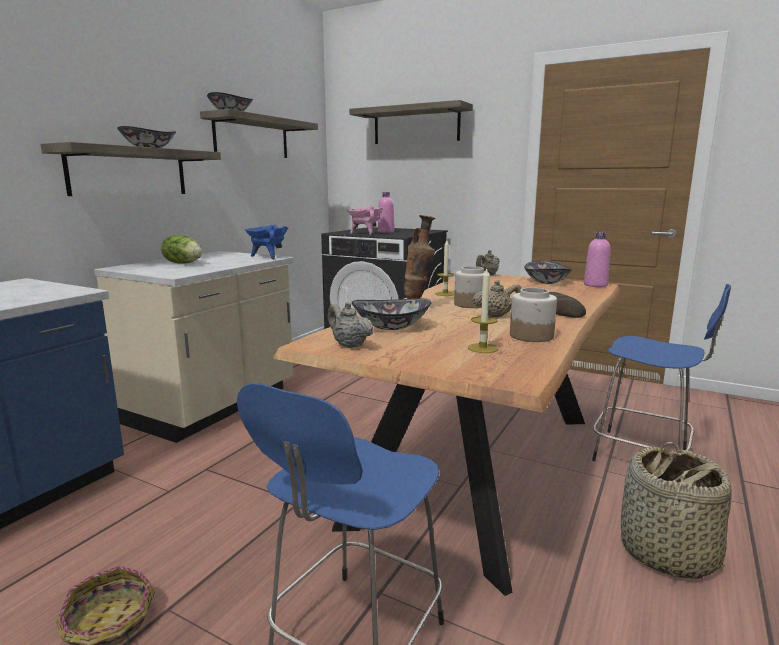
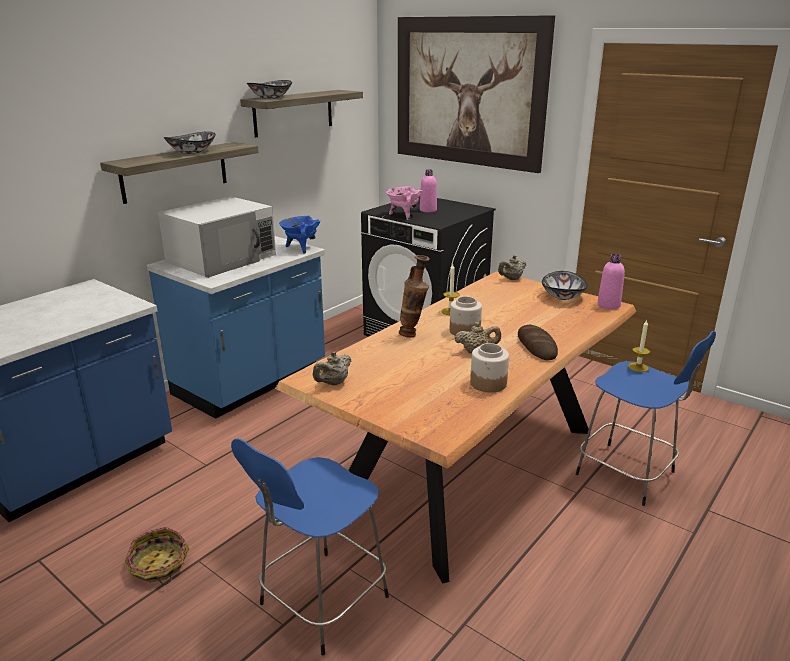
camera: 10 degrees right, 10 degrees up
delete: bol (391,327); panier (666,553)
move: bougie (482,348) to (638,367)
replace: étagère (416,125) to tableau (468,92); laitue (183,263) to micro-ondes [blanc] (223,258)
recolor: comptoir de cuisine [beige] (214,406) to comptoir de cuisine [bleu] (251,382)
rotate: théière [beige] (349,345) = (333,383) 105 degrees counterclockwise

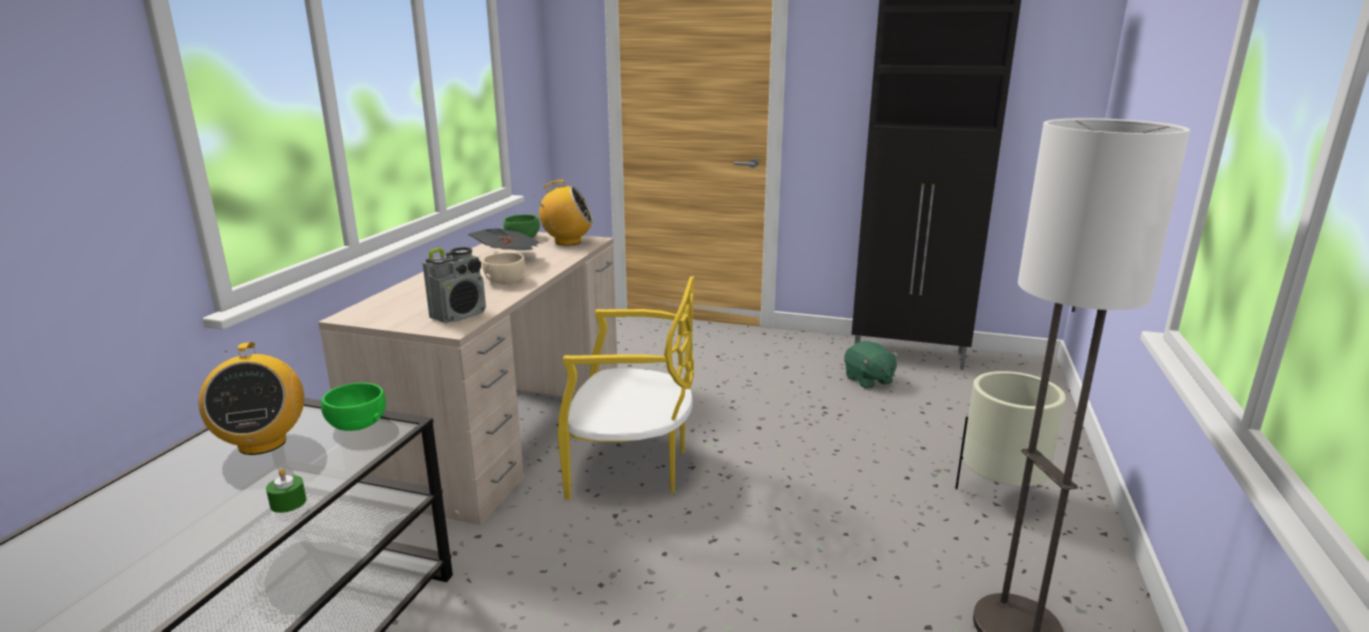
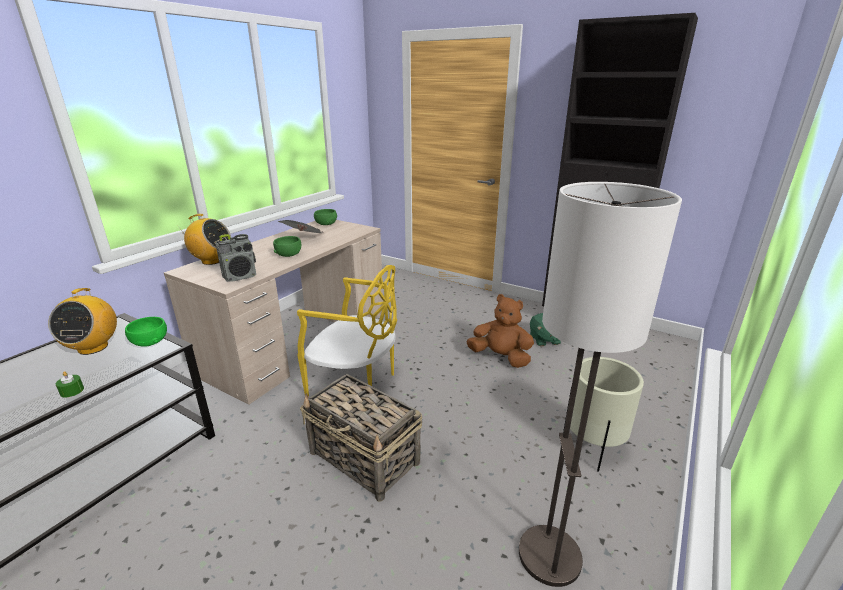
camera: 15 degrees right, 5 degrees up
insert: peluche [marron] (500,357); panier (365,458)
move: radio (567,242) to (212,261)
recolor: bol [beige] (505,280) to bol [vert] (288,254)

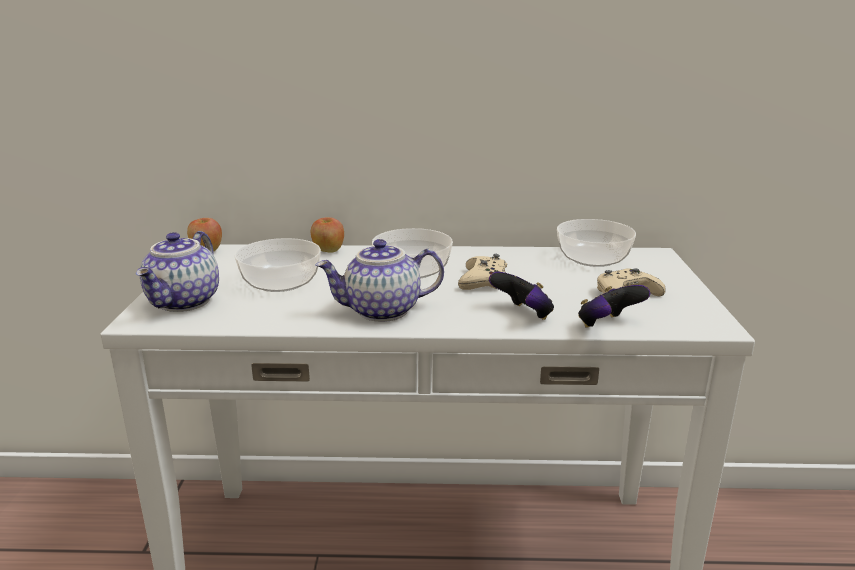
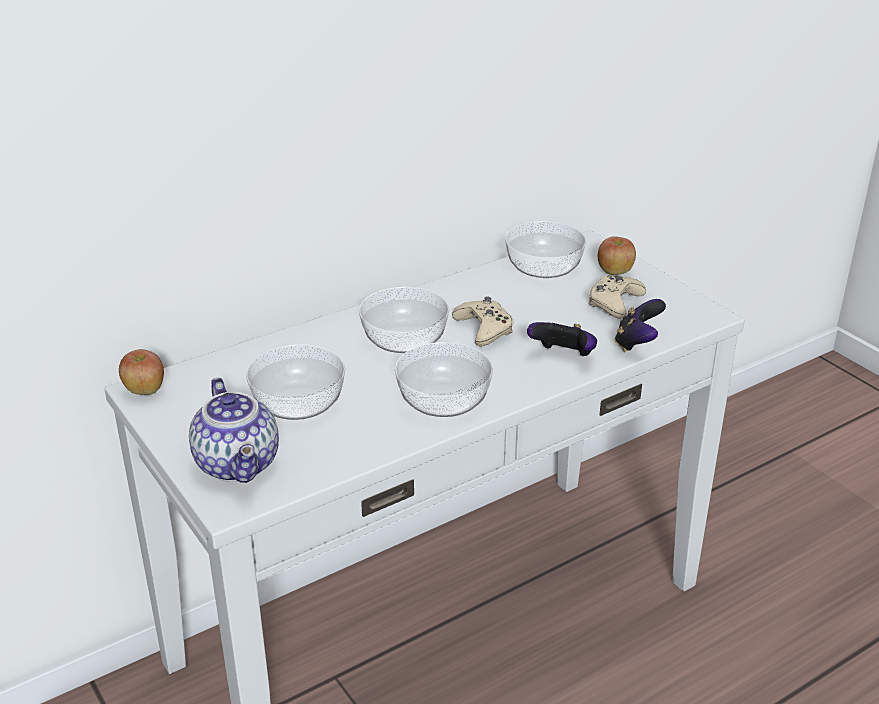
camera: 35 degrees left, 10 degrees up
move: pomme (328,250) to (615,272)
replace: théière (382,312) to bol (445,399)

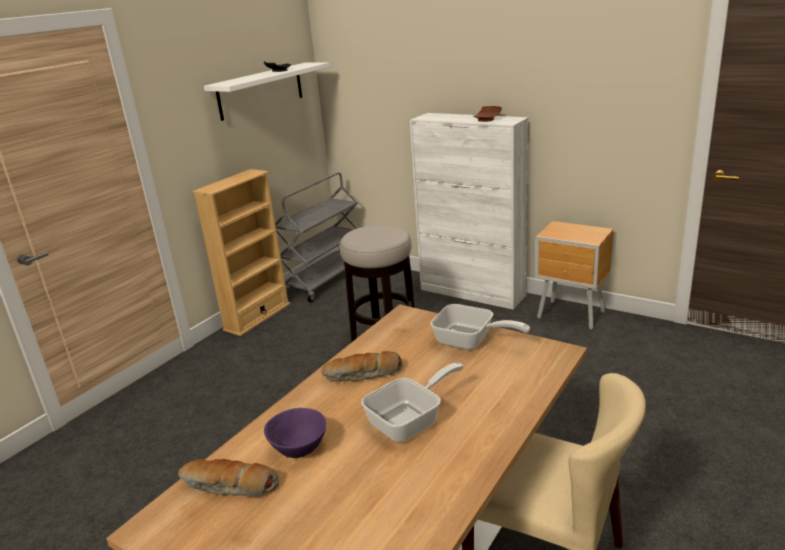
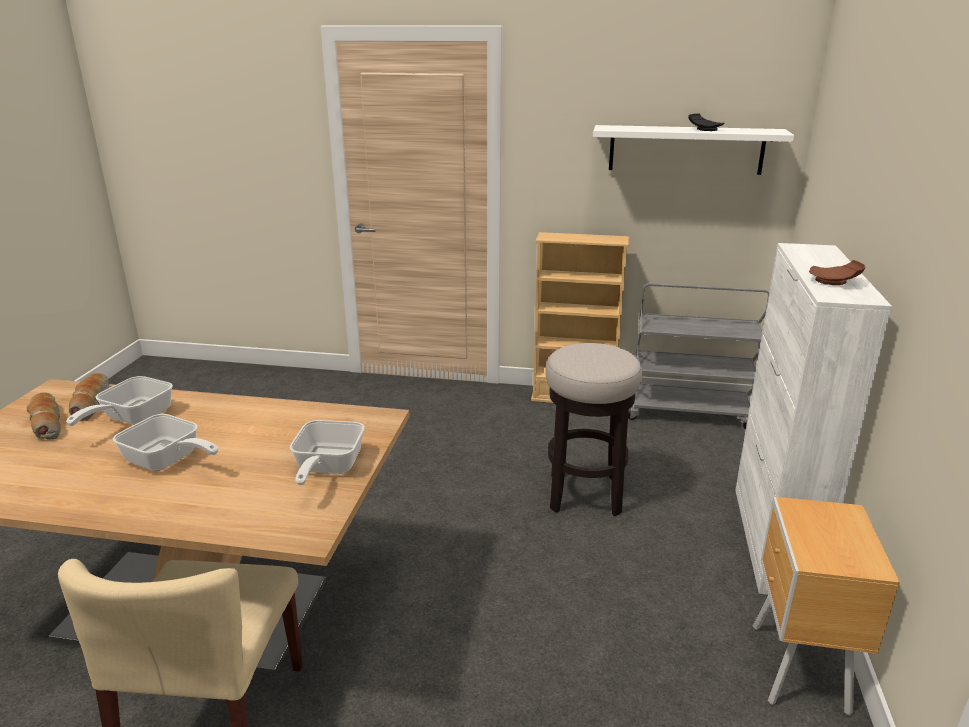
camera: 65 degrees right, 0 degrees up
move: pain (363,375) to (46,423)
replace: bol [violet] (299,450) to poêle (131,418)

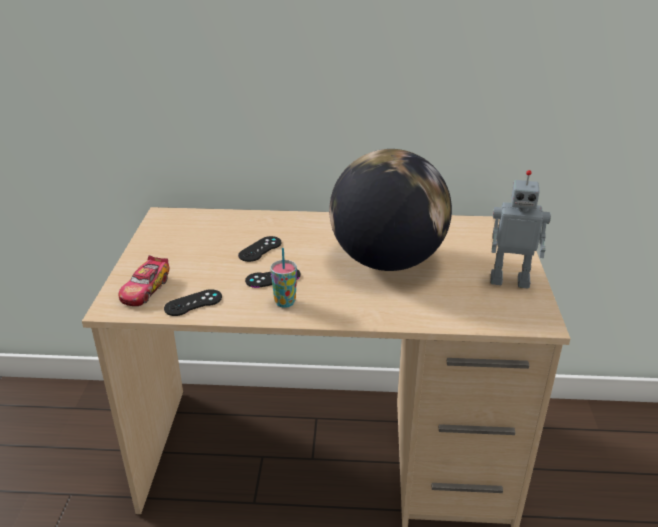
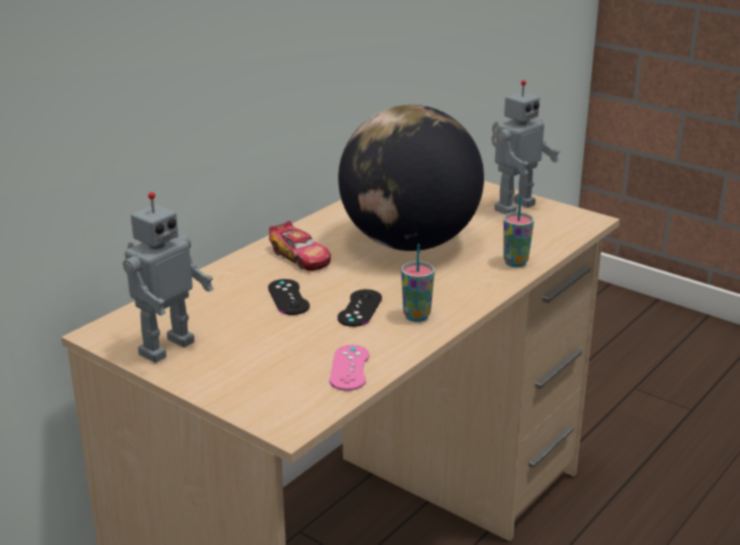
camera: 55 degrees left, 5 degrees down
insert: robot jouet (165,347); tasse (515,263)
move: petite voiture (145,289) to (300,257)
recolor: manette [noir] (193,303) to manette [rose] (349,368)

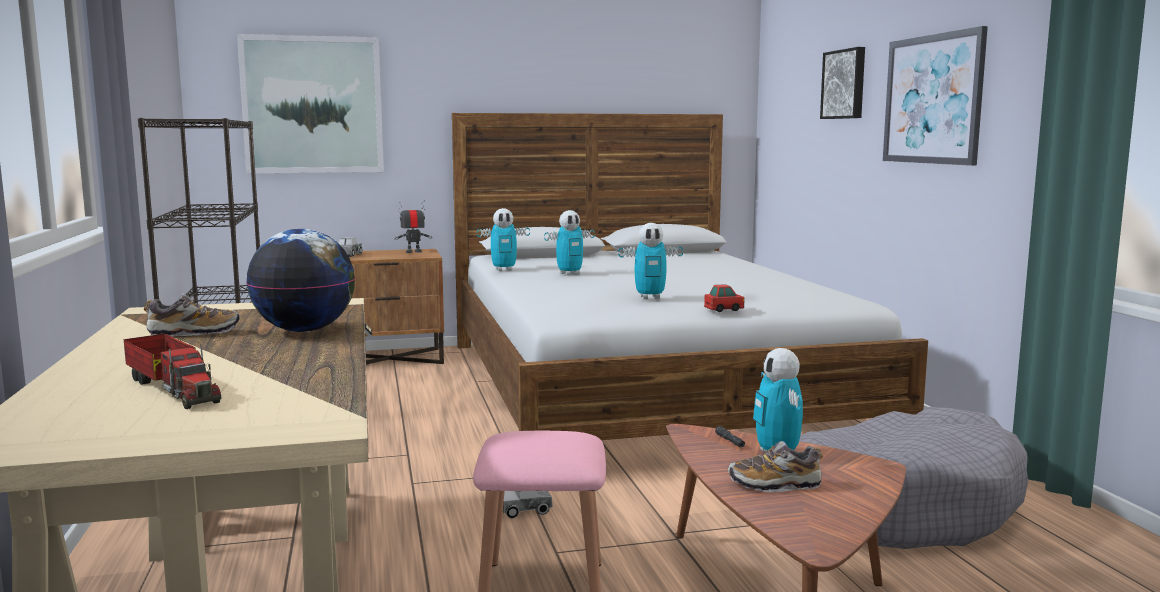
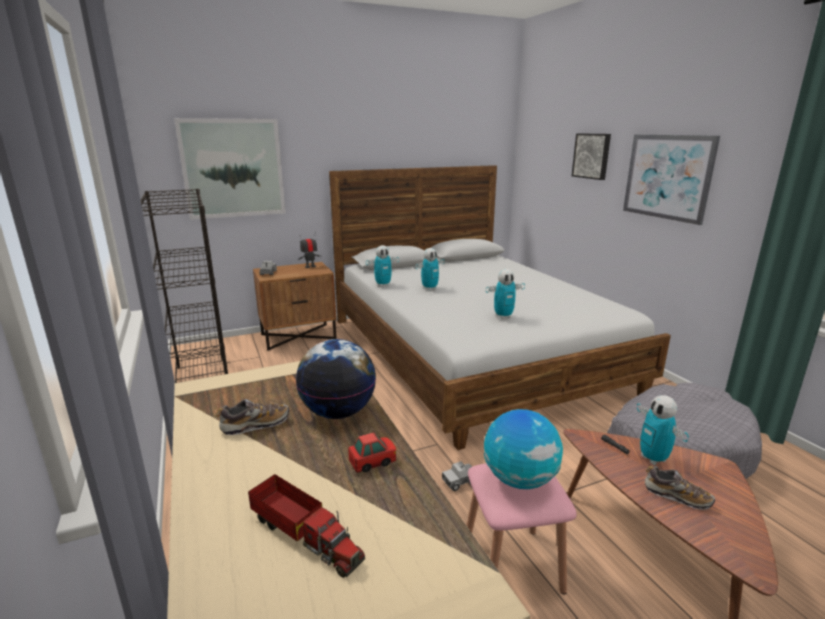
camera: 10 degrees left, 10 degrees up
insert: globe (519,479)
move: petite voiture (724,309) to (373,462)
rotate: chaussure (774,485) = (676,496) 135 degrees counterclockwise

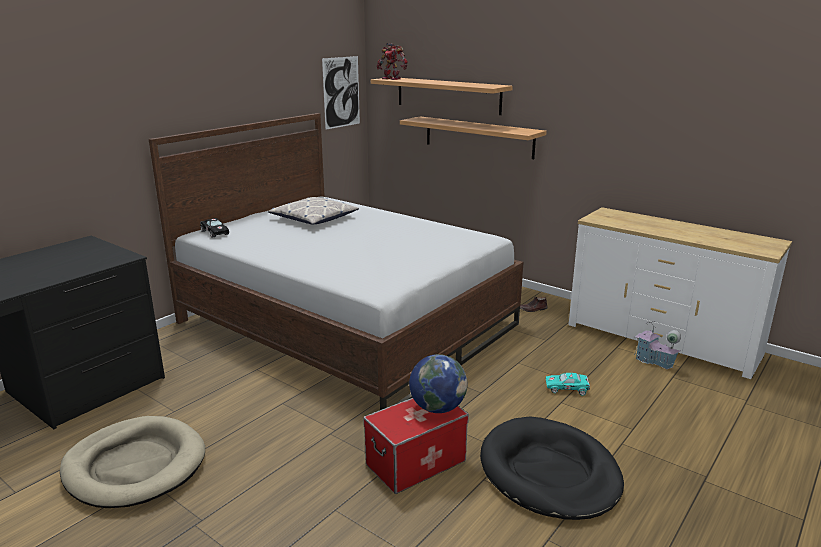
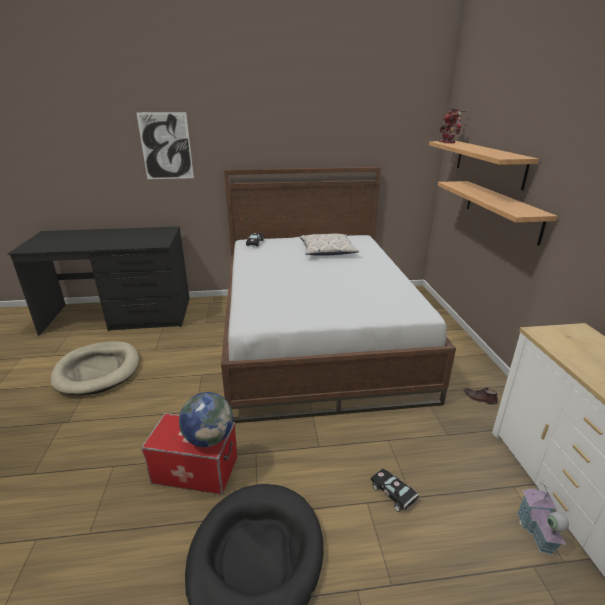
camera: 45 degrees right, 5 degrees up
move: tableau (341,92) to (166,146)
recolor: petite voiture [turquoise] (568,388) to petite voiture [noir] (394,494)

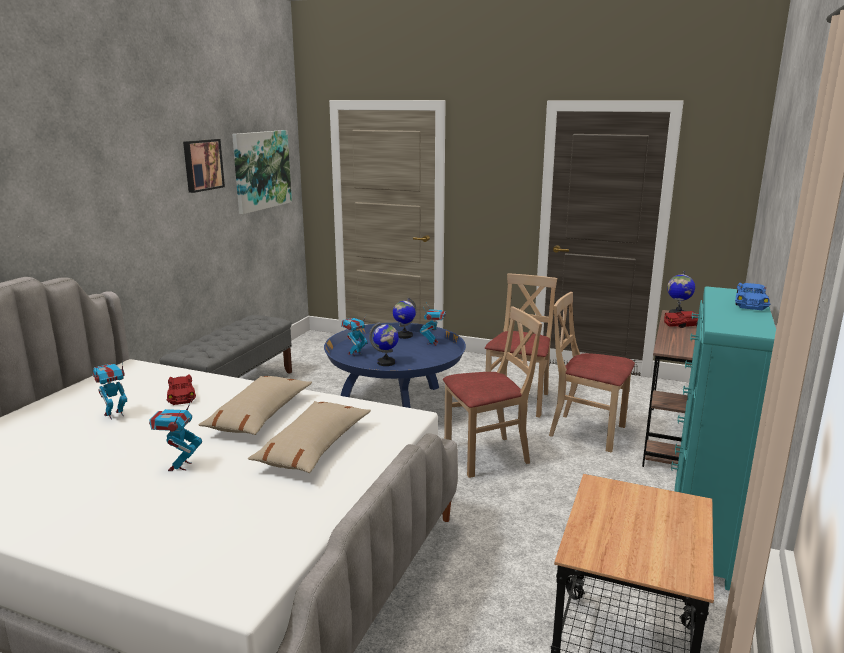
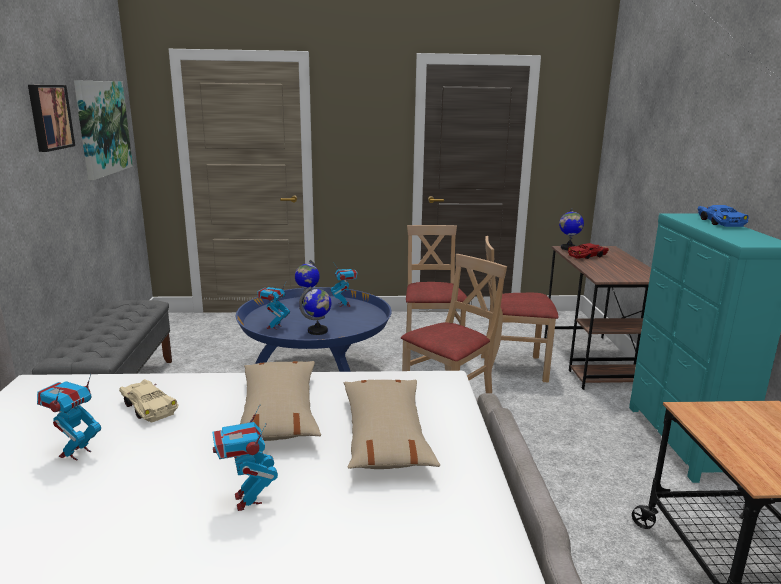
camera: 25 degrees left, 0 degrees up
recolor: petite voiture [rouge] (181,395) to petite voiture [beige] (148,407)

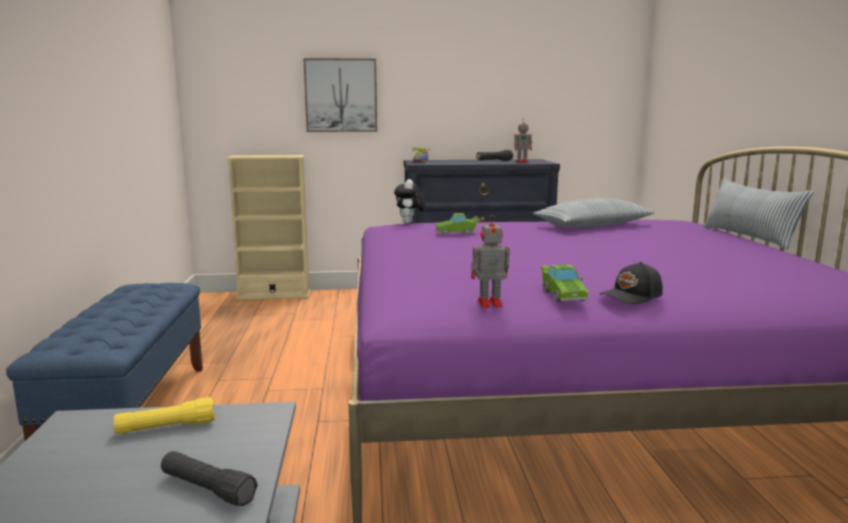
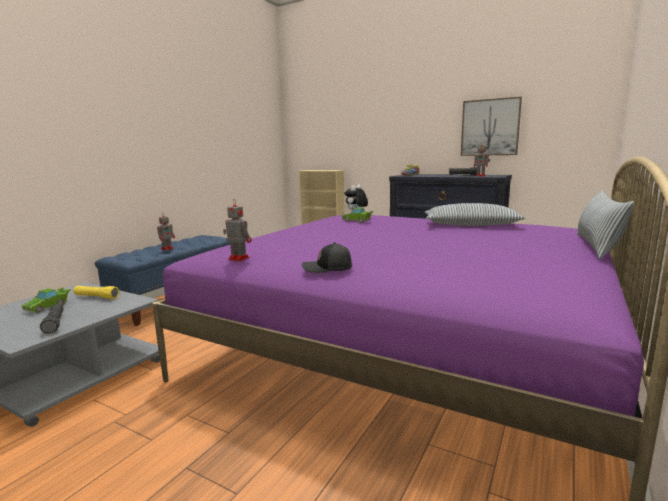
camera: 35 degrees right, 0 degrees up
insert: robot jouet (167,248)
move: tableau (341,95) to (490,127); petite voiture [vert] (562,294) to (48,307)

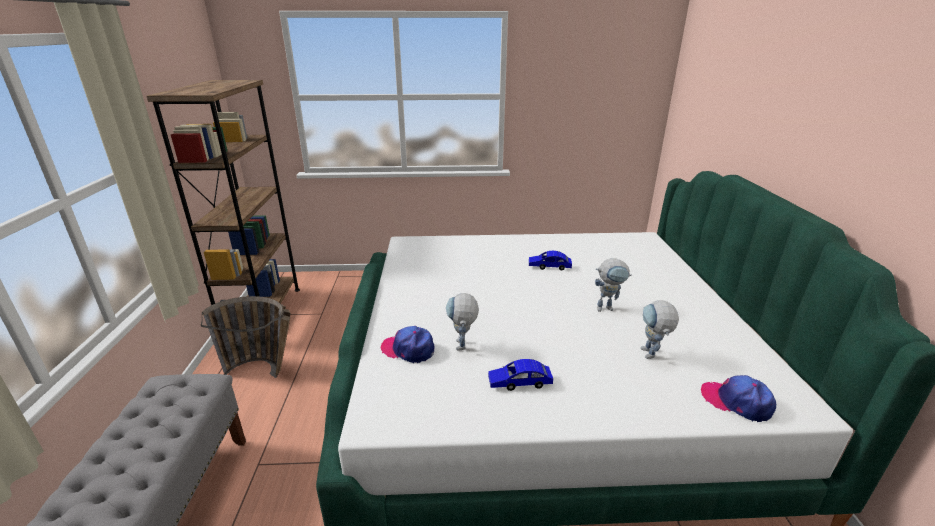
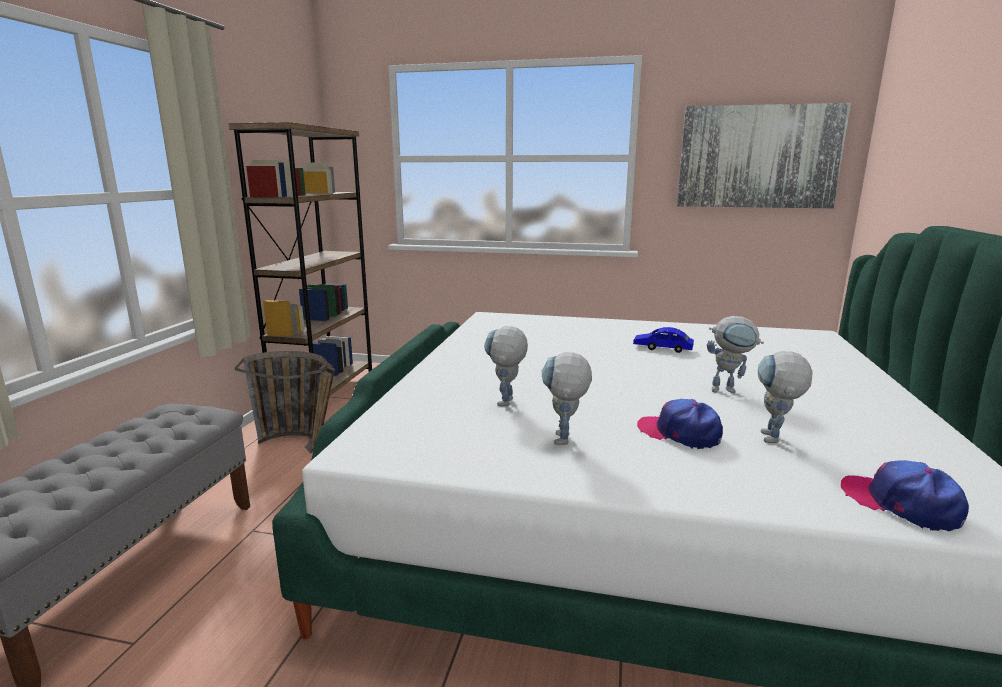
camera: 15 degrees right, 10 degrees down
insert: tableau (758,157)
move: casquette (408,349) to (679,433)
replace: petite voiture [bleu] (519,383) to robot jouet (564,443)

